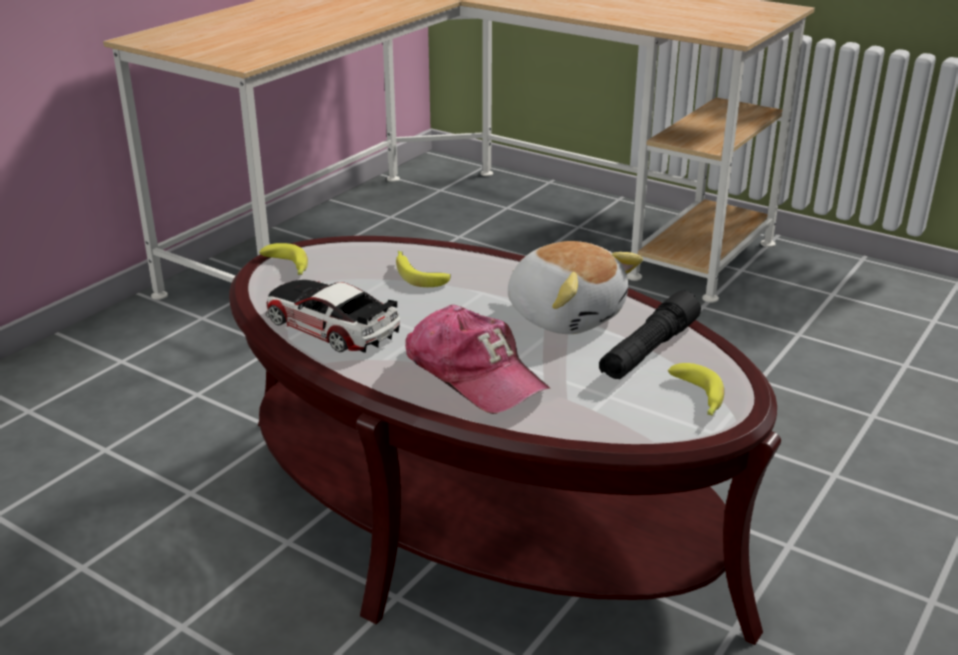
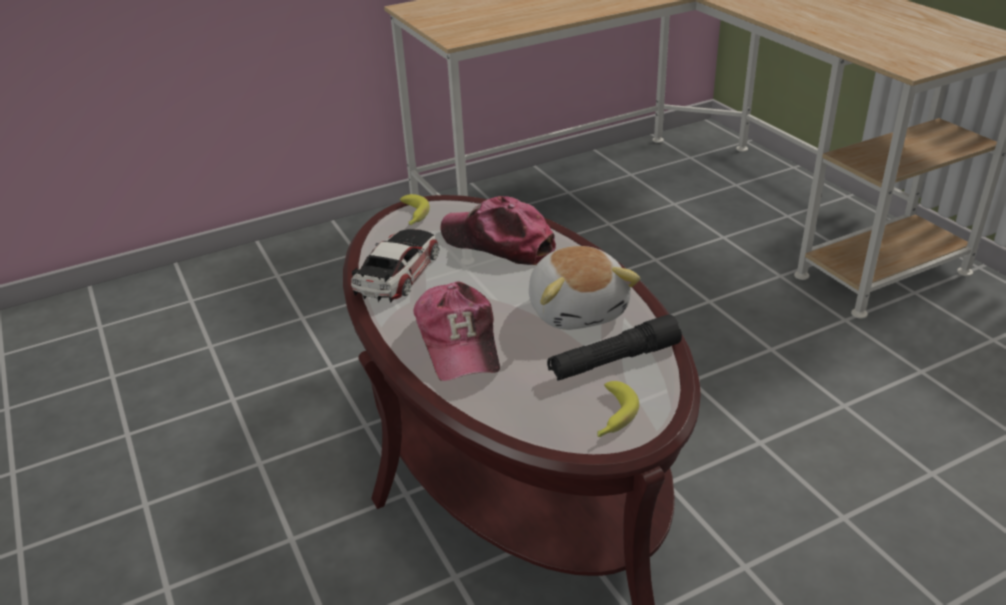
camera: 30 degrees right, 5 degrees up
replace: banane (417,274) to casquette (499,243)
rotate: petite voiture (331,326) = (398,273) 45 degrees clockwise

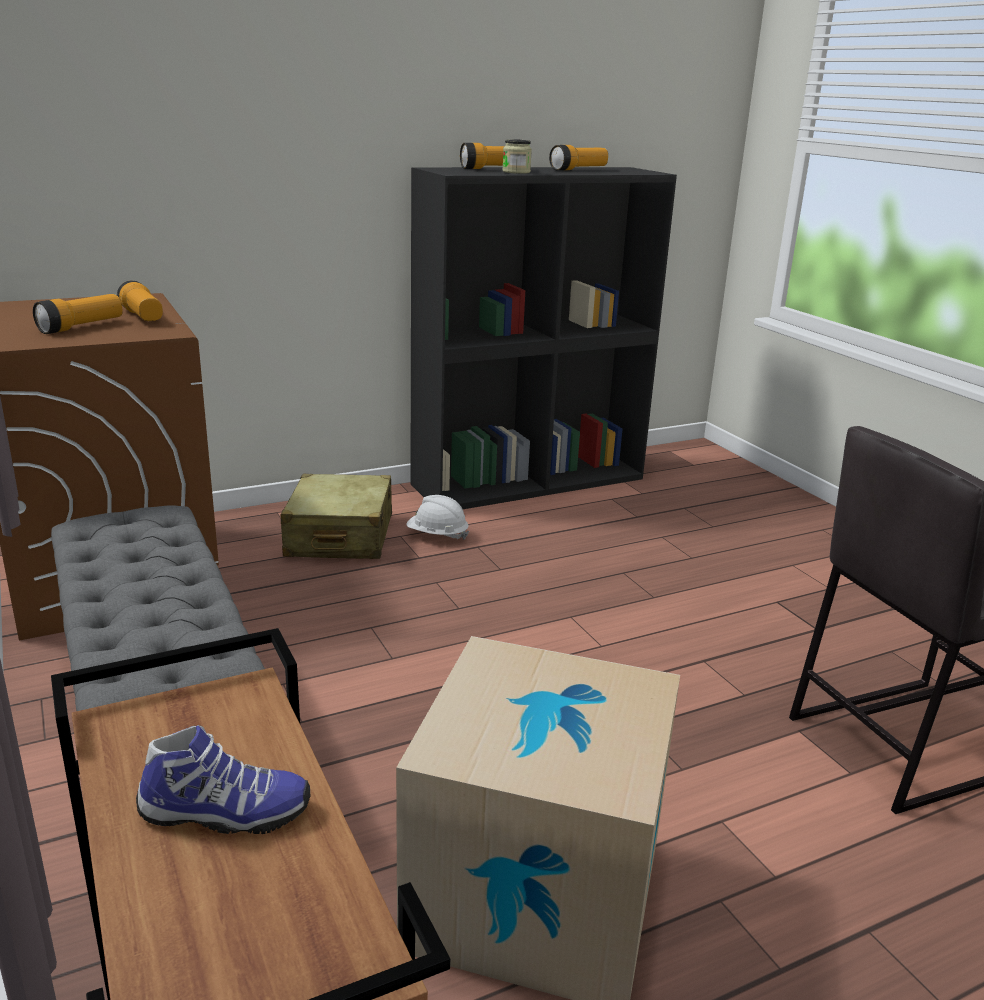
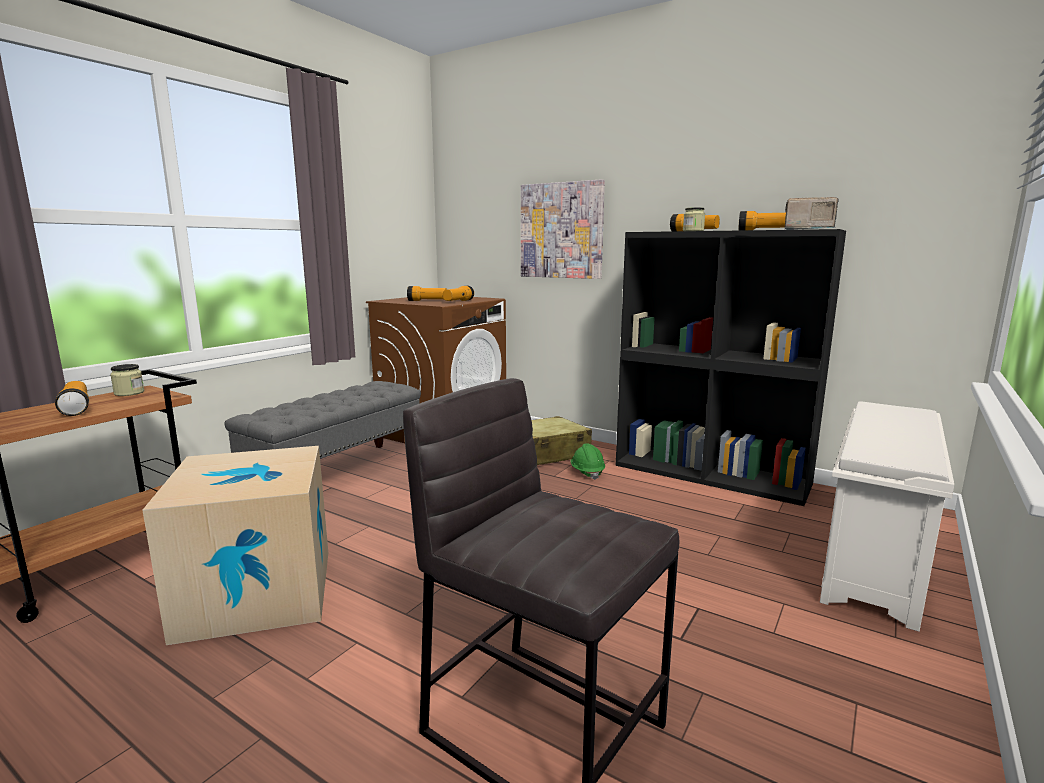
camera: 60 degrees right, 10 degrees down
insert: tableau (561,231); radio (808,229); bocal (129,393); étagère à chaussures [blanc] (874,562)
replace: chaussure (224,814) to lampe de poche (76,408)
recolor: casque de chantier [blanc] (437,535) to casque de chantier [vert] (587,472)

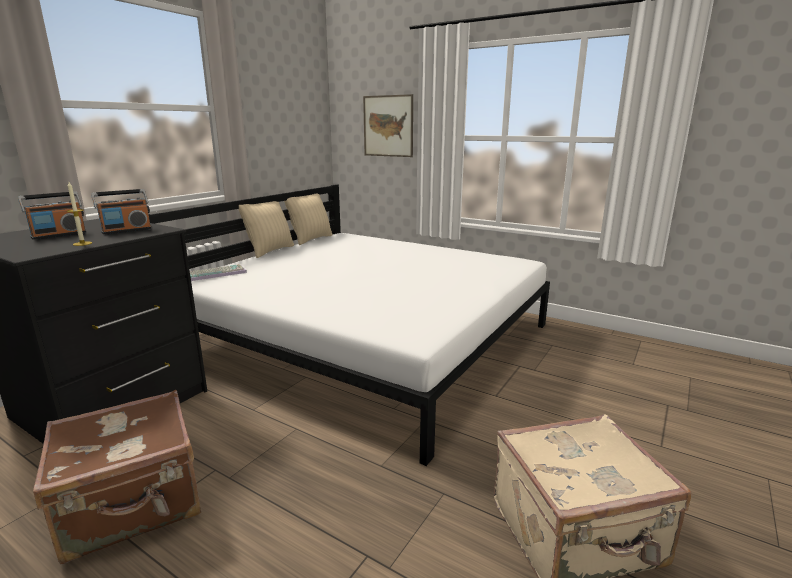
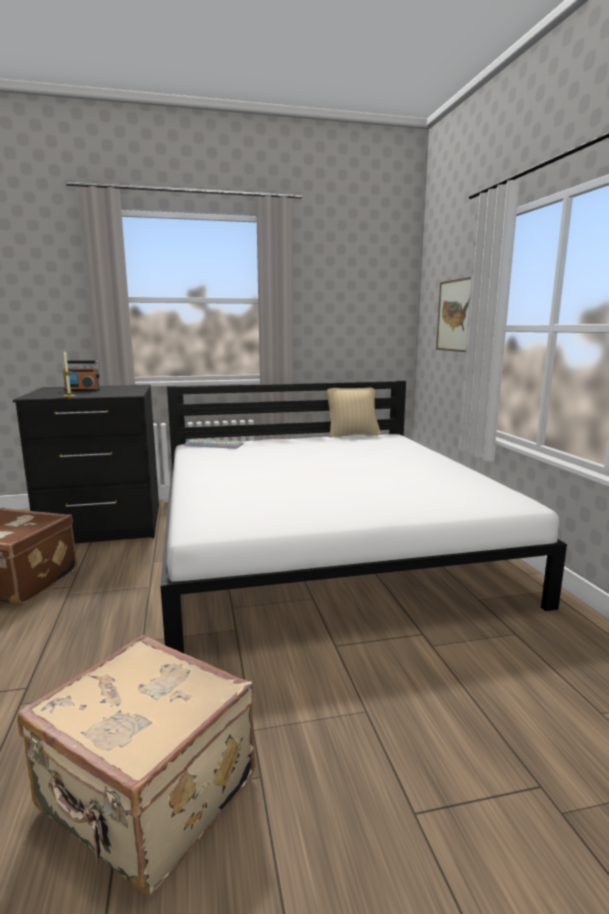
camera: 45 degrees right, 5 degrees down
delete: radio (126,230); coussin [beige] (270,251)

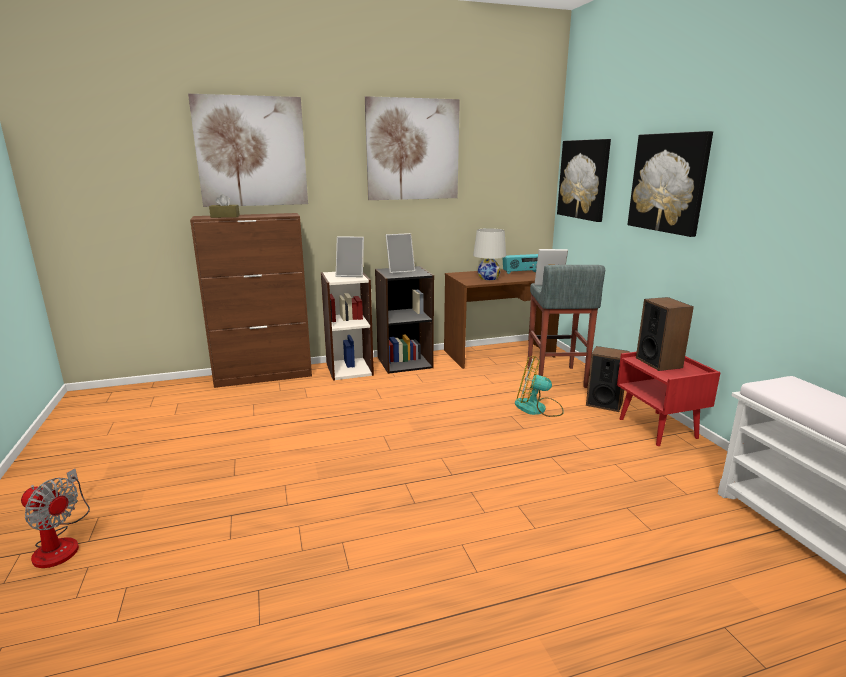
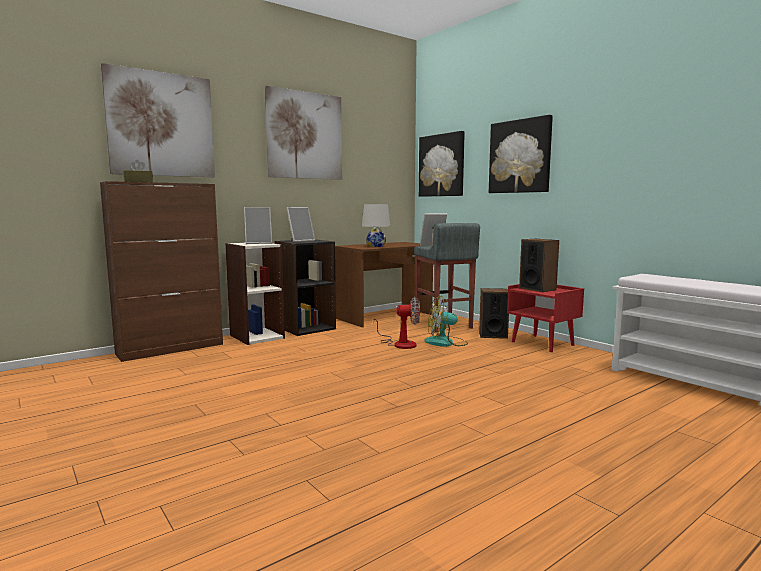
camera: 20 degrees left, 10 degrees down
delete: radio (521,272)
move: ventilateur (61,543) to (399,343)

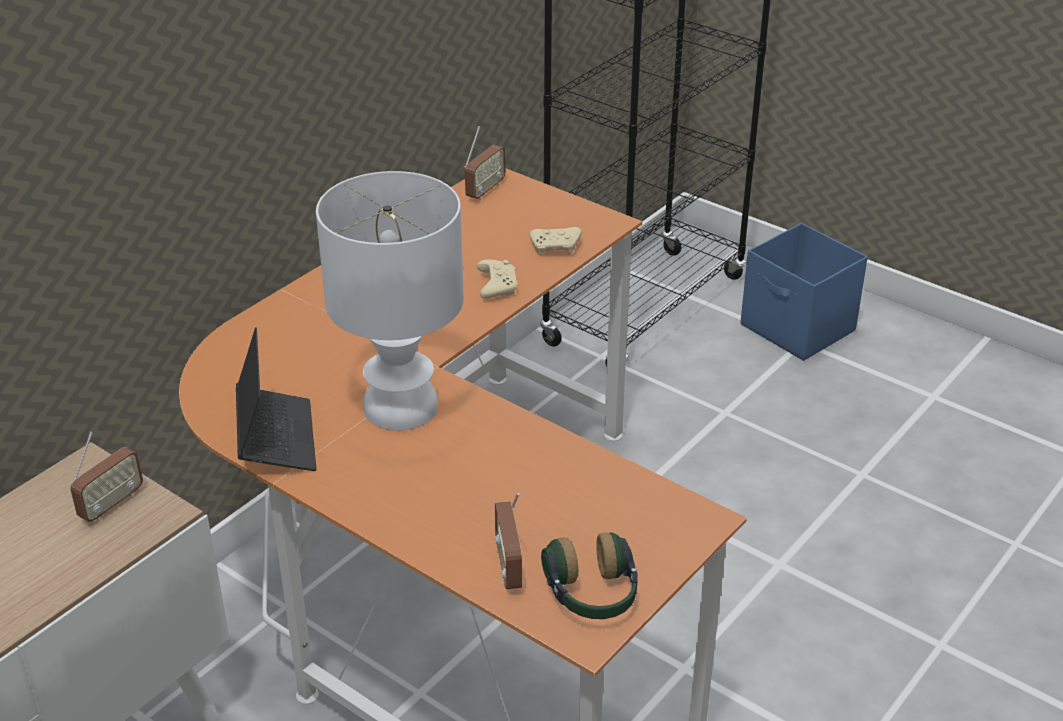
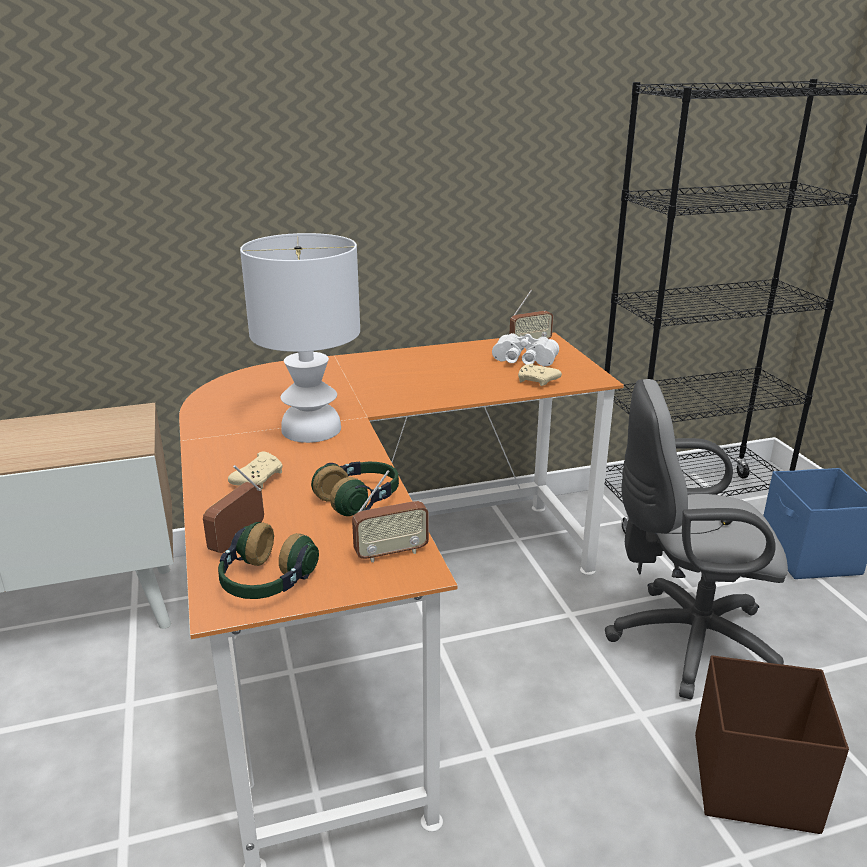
camera: 35 degrees right, 10 degrees down
delete: ordinateur portable (276,438)
insert: jumelles [blanc] (523,361); chaise de bureau [gris] (684,641); casque audio (359,500); boîte de rangement [marron] (751,781)
move: manette [beige] (496,286) to (259,478); radio (111,505) to (391,553)

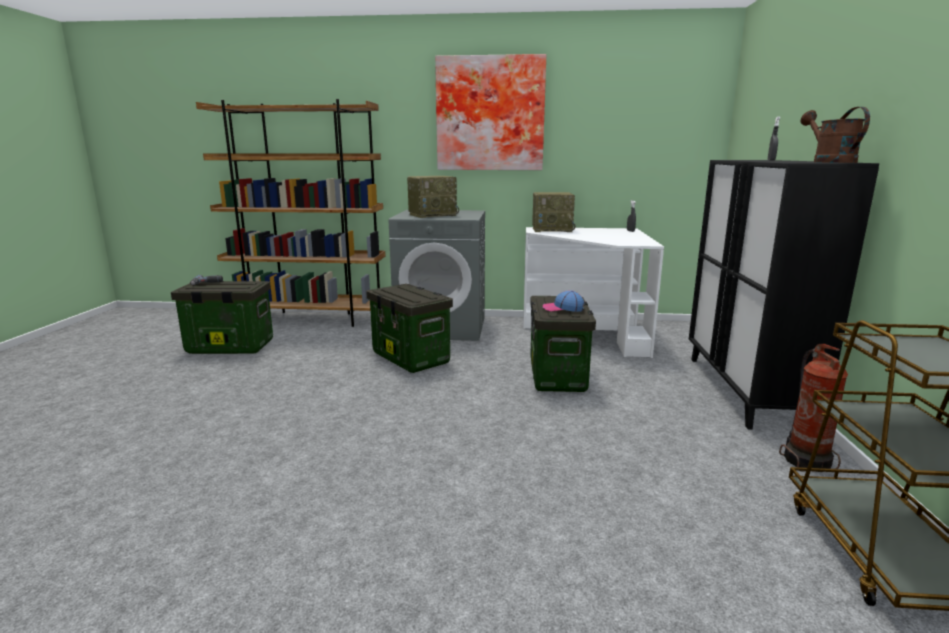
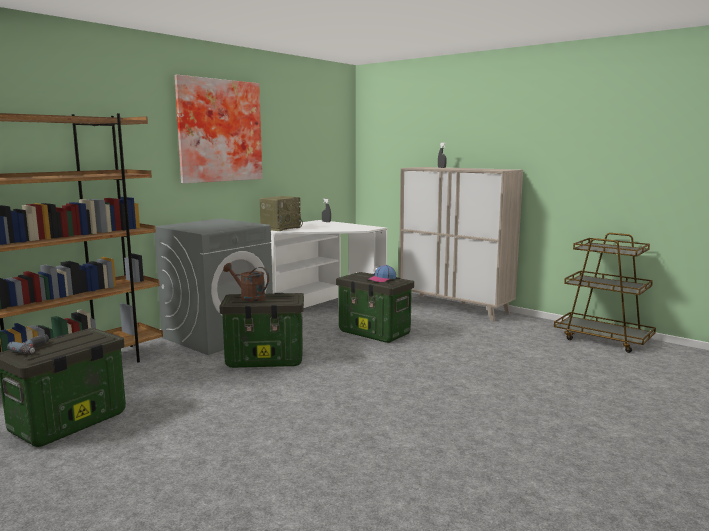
camera: 55 degrees left, 5 degrees down
delete: radio (433,215); extincteur (806,460)
move: arrosoir [marron] (828,162) to (248,297)
recolor: meuble de rangement [noir] (744,390) to meuble de rangement [beige] (455,307)

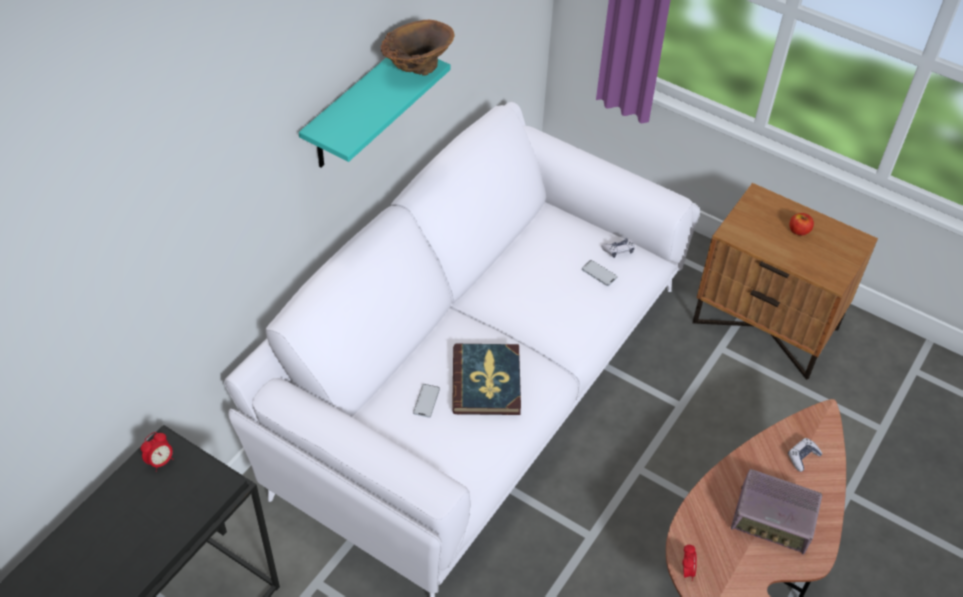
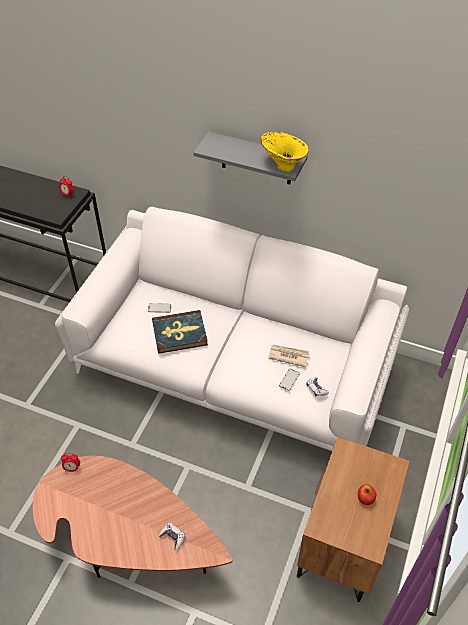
camera: 80 degrees right, 0 degrees up
delete: radio (773,521)
insert: journal (288,356)
recolor: vase [marron] (417,69) to vase [jaune] (283,164); étagère [turquoise] (354,110) to étagère [gris] (256,159)

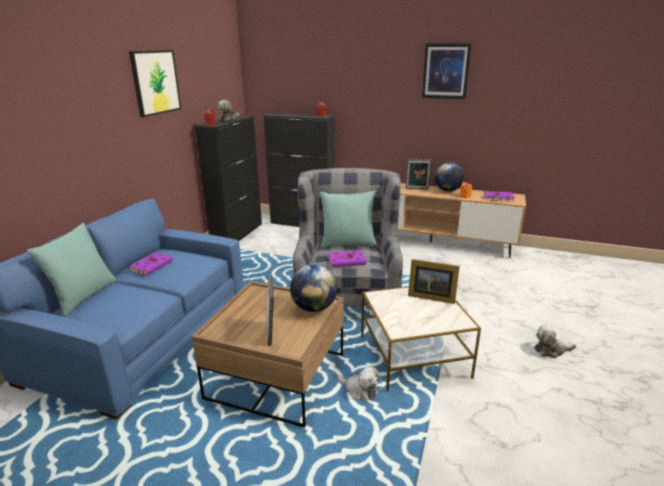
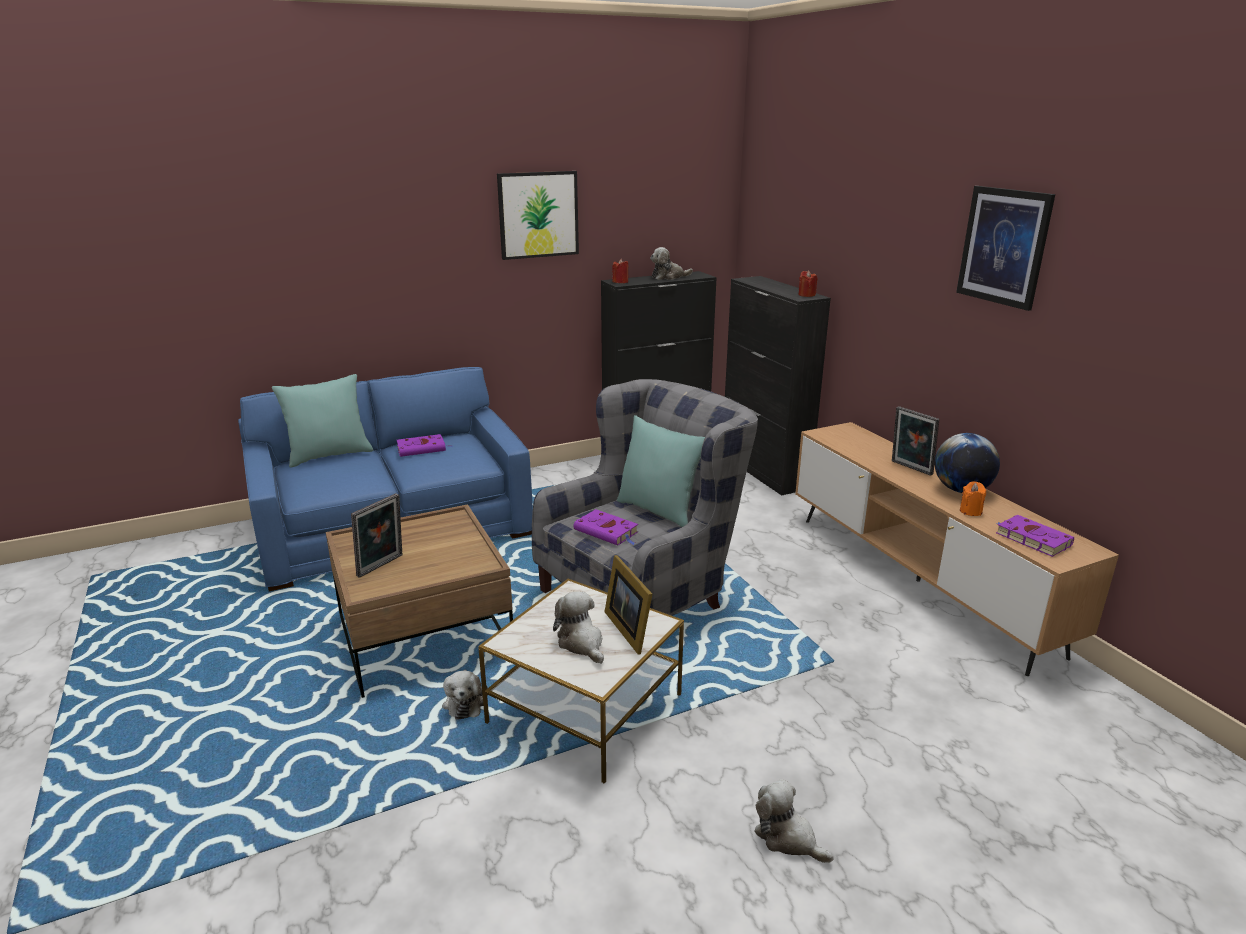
camera: 45 degrees right, 0 degrees up
delete: globe (314,308)
insert: peluche (581,643)

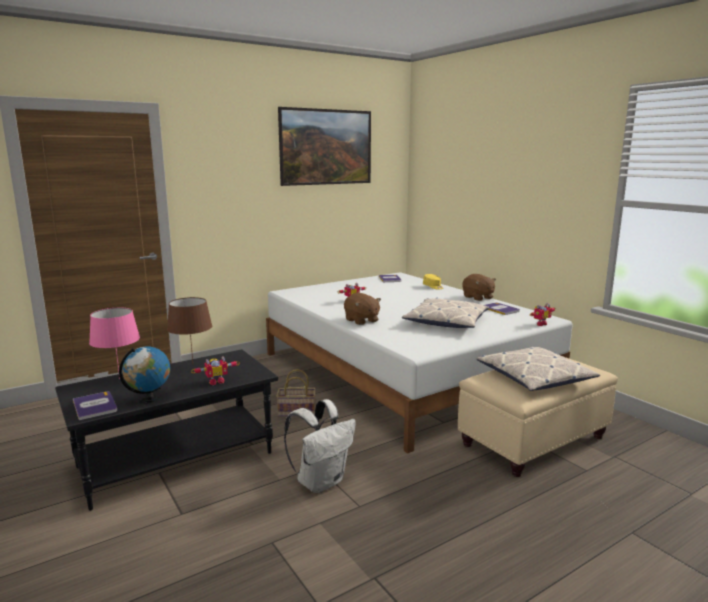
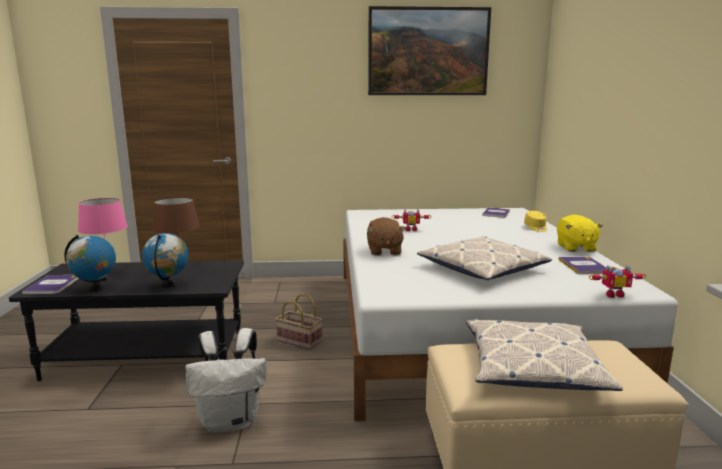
camera: 30 degrees right, 0 degrees up
replace: robot jouet (216,381) to globe (168,285)
recolor: peluche [marron] (478,297) to peluche [jaune] (575,247)

